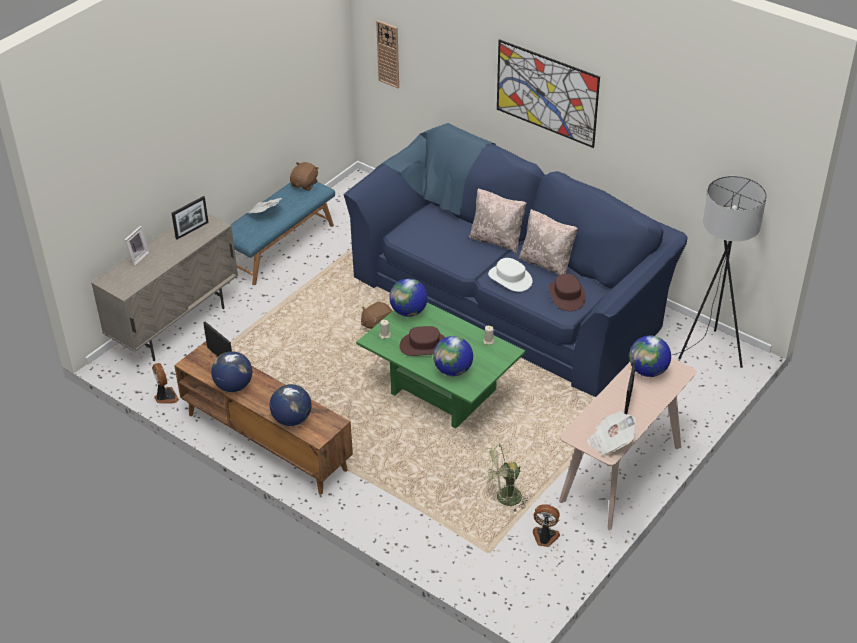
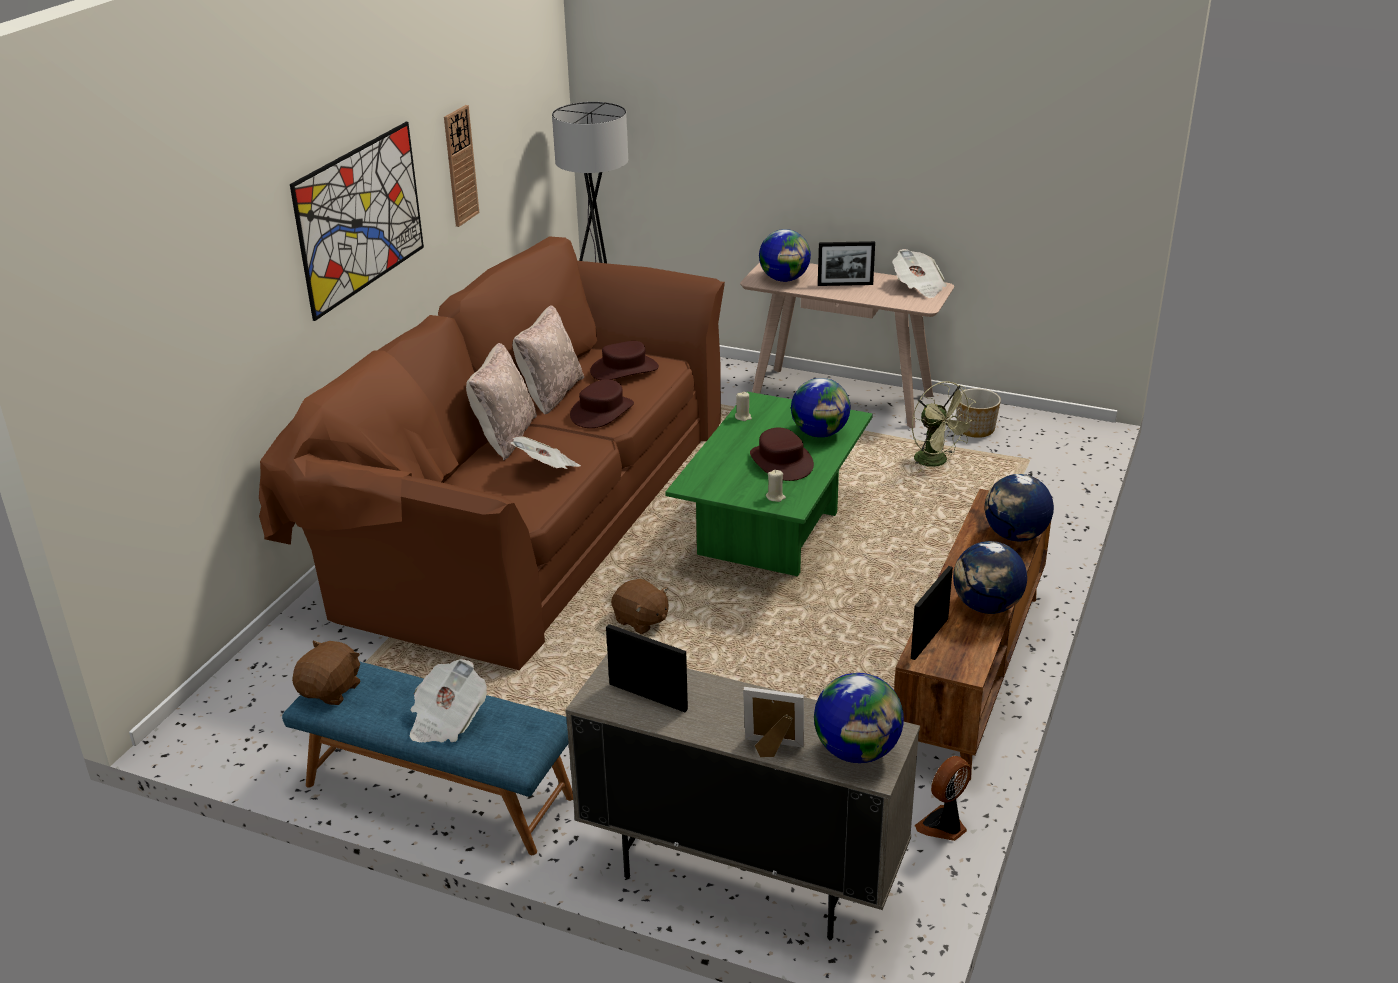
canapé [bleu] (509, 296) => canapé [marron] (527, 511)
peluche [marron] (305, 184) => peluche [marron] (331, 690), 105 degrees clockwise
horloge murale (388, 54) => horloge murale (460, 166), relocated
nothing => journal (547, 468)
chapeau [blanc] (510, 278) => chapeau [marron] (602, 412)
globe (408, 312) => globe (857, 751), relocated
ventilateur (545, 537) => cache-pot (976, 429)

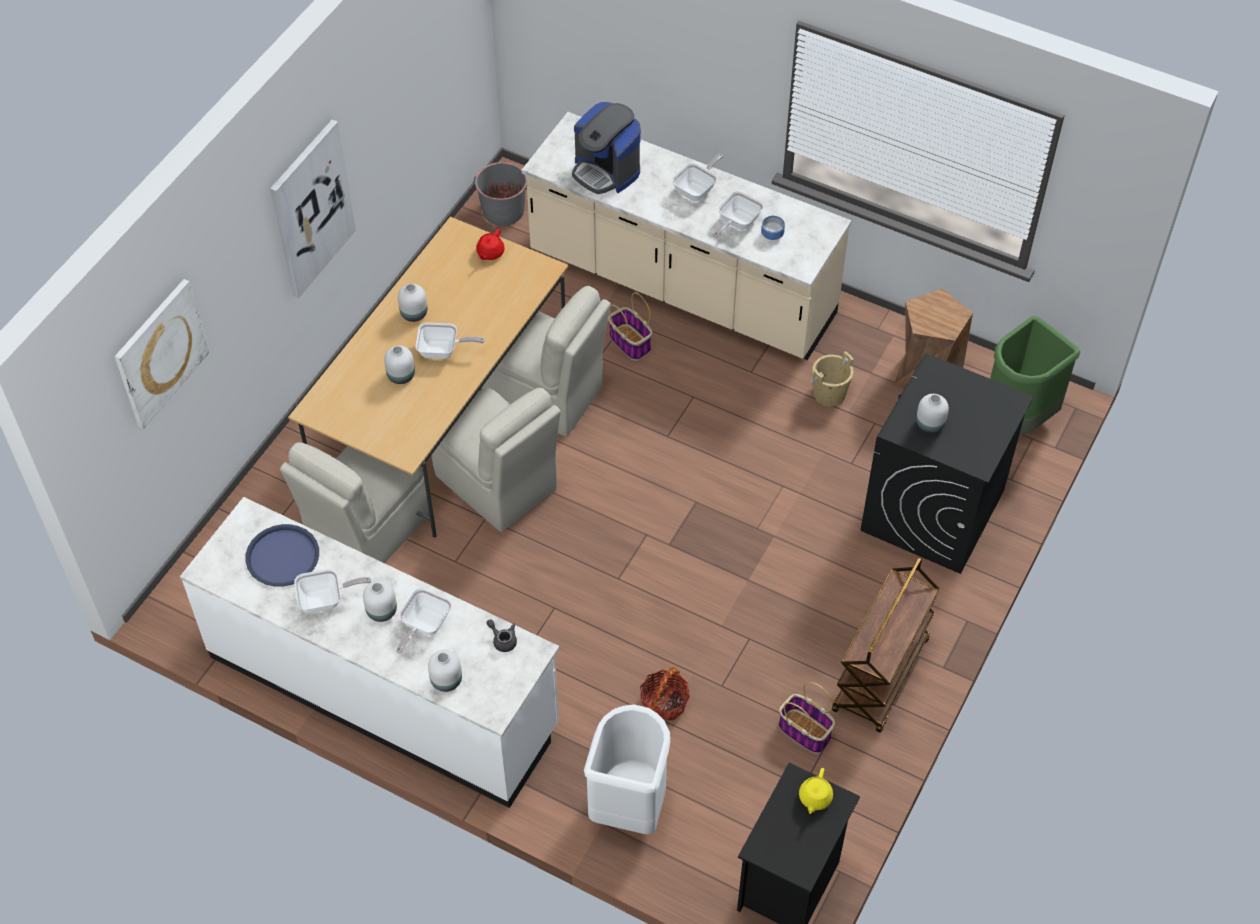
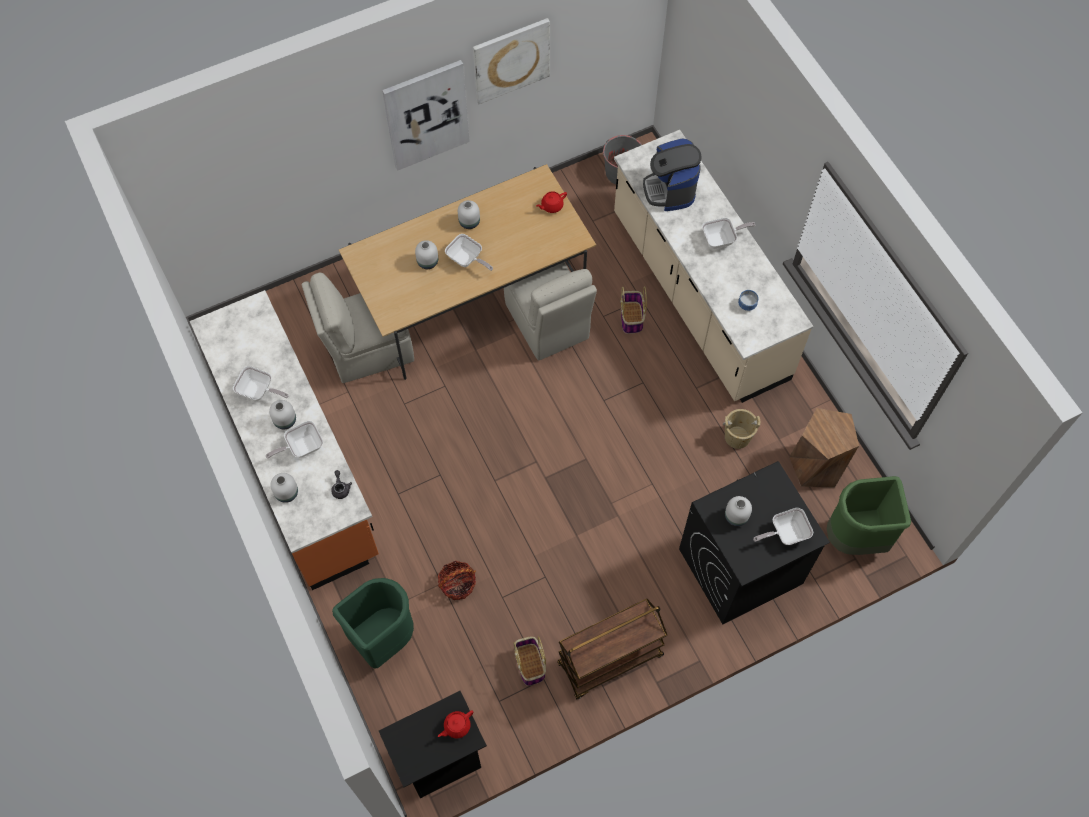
comptoir de cuisine [blanc] (384, 691) => comptoir de cuisine [orange] (298, 463)
poubelle [blanc] (628, 806) => poubelle [vert] (382, 638)
théière [jaune] (814, 798) => théière [rouge] (456, 726)
tableau (160, 353) => tableau (511, 60), relocated
poêle (736, 223) => poêle (785, 533), relocated
plateau [bleu] (283, 556) => nothing
chaise [beige] (498, 484) => nothing

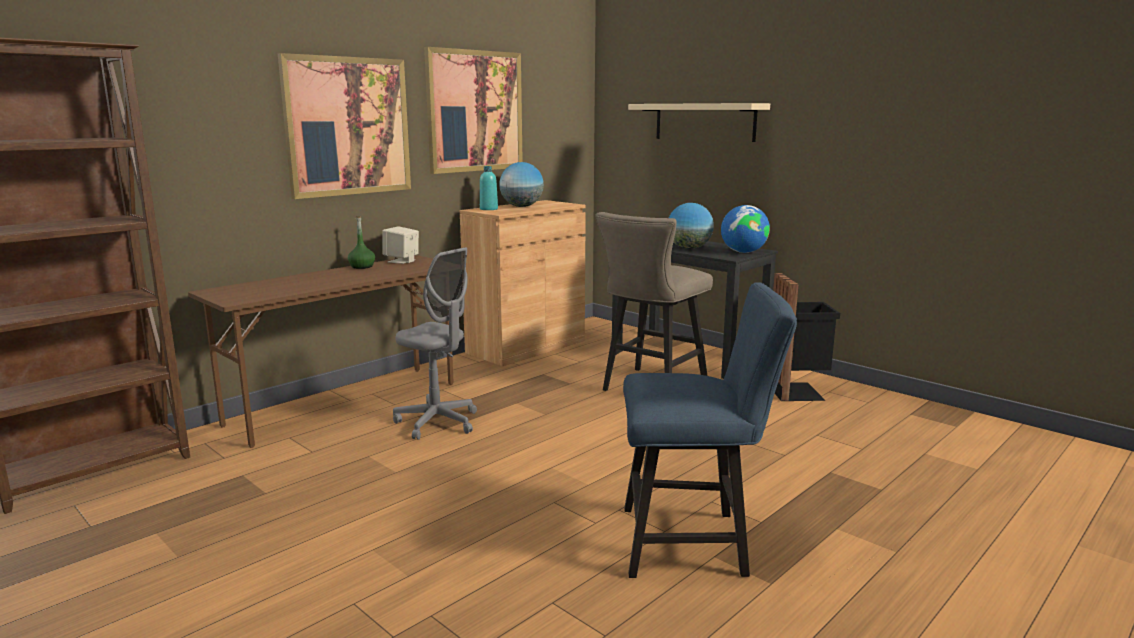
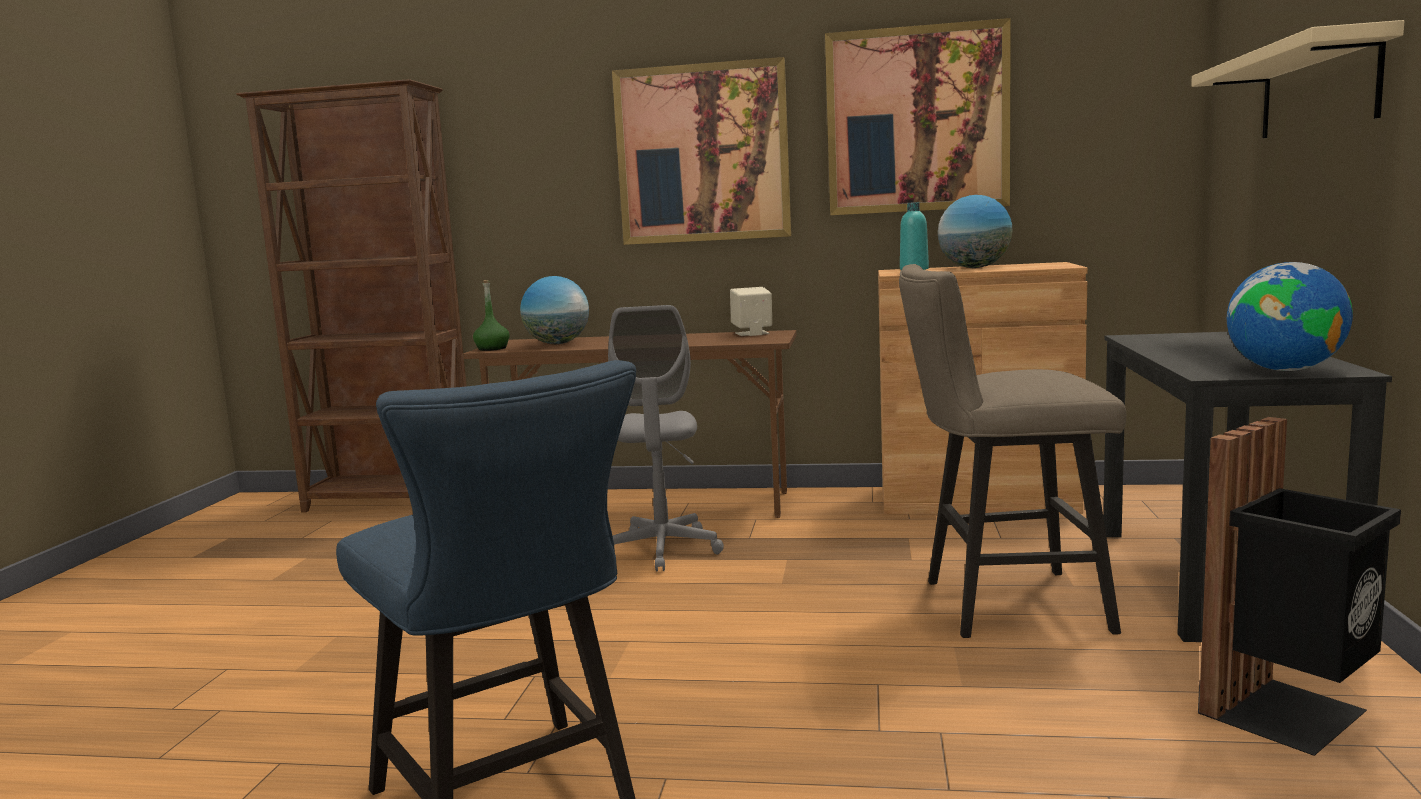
bouteille [vert] (362, 266) => bouteille [vert] (492, 349), relocated
globe (689, 248) => globe (557, 344), relocated

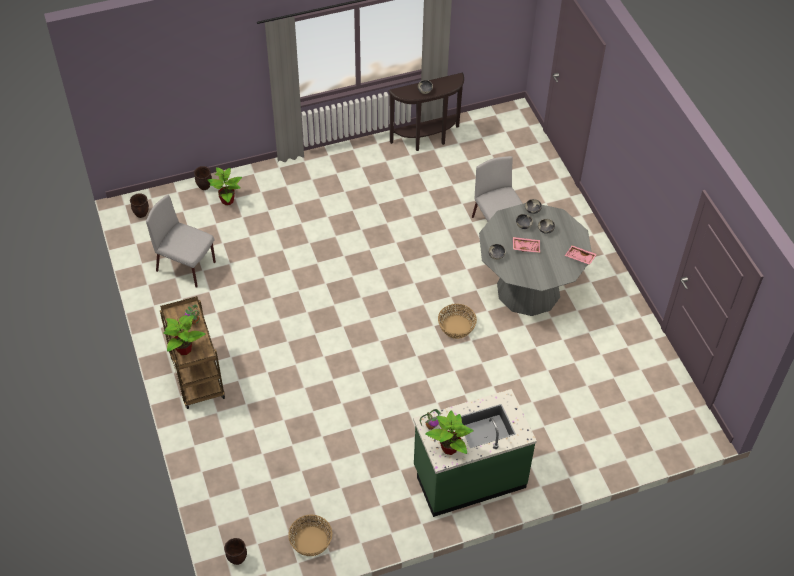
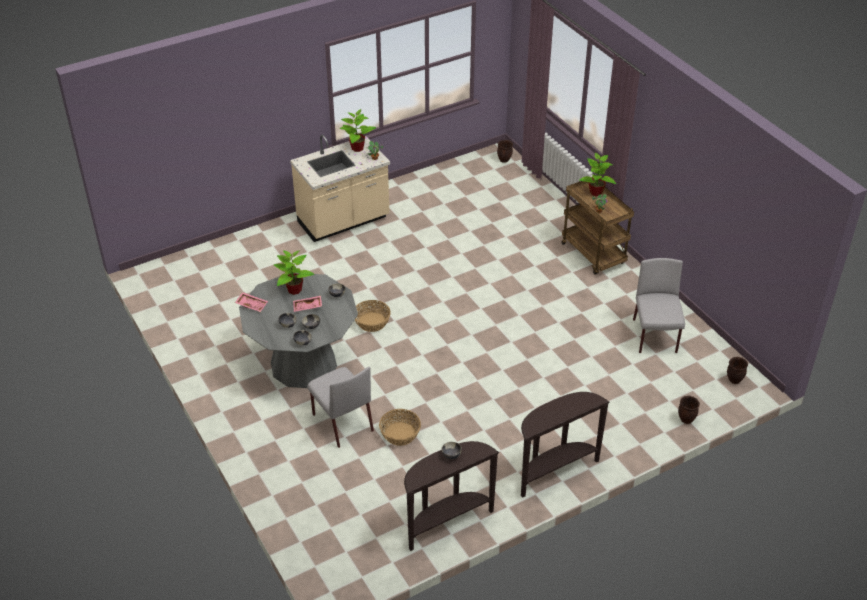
plante en pot (228, 201) => plante en pot (294, 290), relocated
comptoir de cuisine [vert] (469, 477) => comptoir de cuisine [beige] (344, 221)
panier (310, 541) => panier (400, 433), relocated
nothing => table console [marron] (554, 471)
chaise [gris] (187, 267) => chaise [gris] (655, 337), 105 degrees counterclockwise

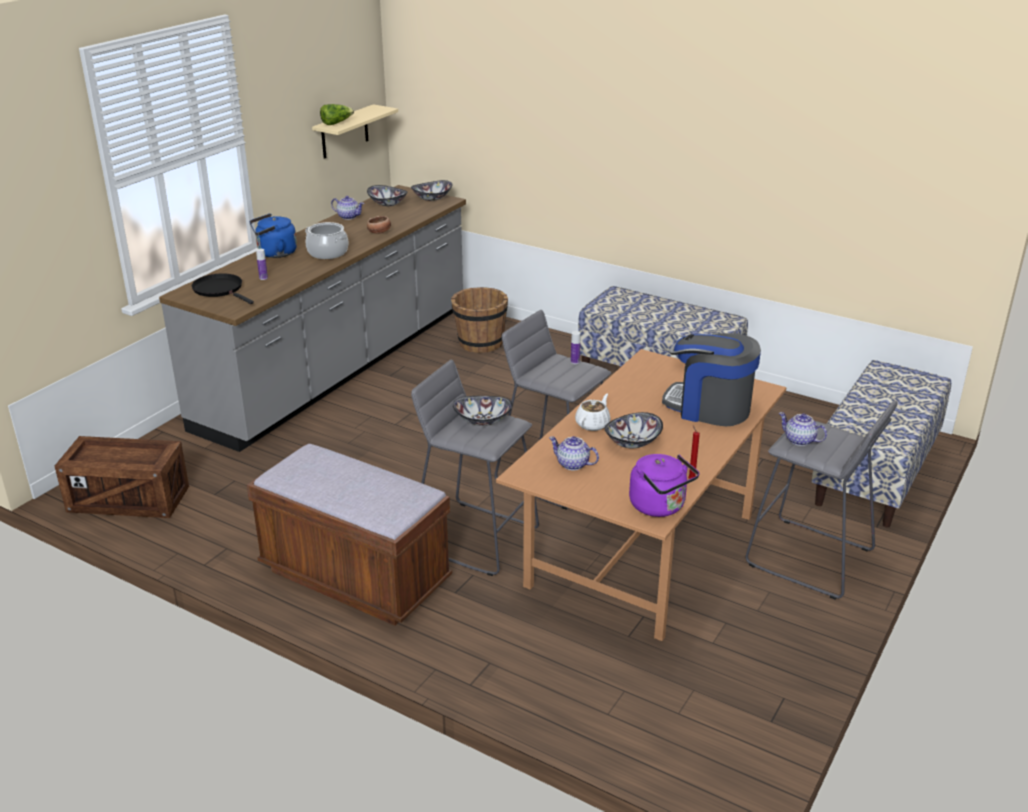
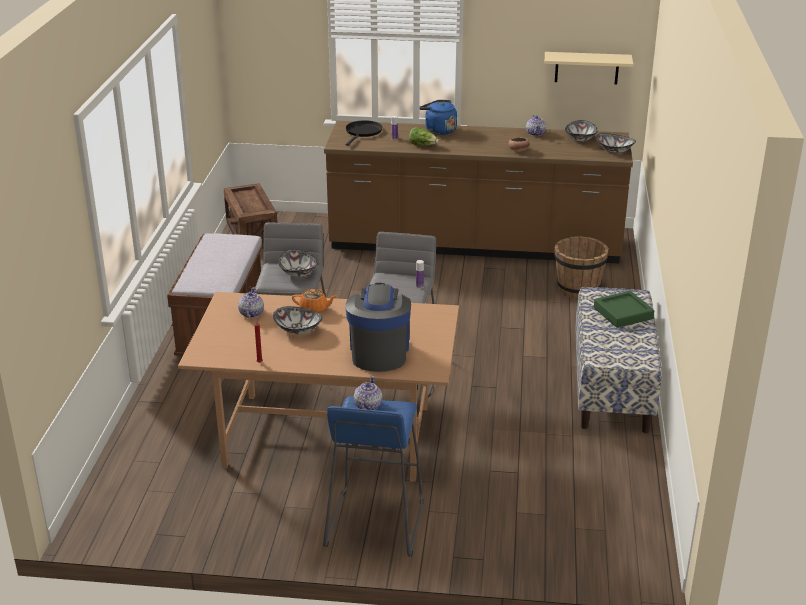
théière [blanc] (593, 424) => théière [orange] (314, 309)
tabouret [gris] (810, 559) => tabouret [bleu] (374, 524)
comptoir de cuisine [gris] (339, 368) => comptoir de cuisine [marron] (474, 246)
laitue (336, 123) => laitue (423, 145), relocated
nothing => plateau [vert] (623, 313)
marmite (327, 253) => nothing
bouilloire [violet] (660, 507) => nothing
banc (875, 475) => nothing

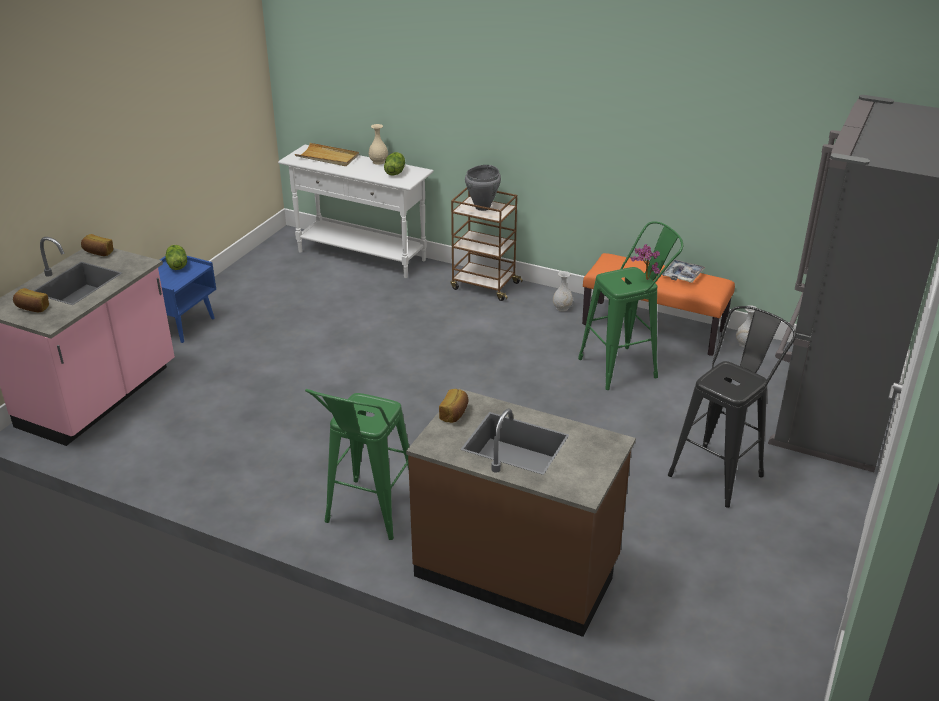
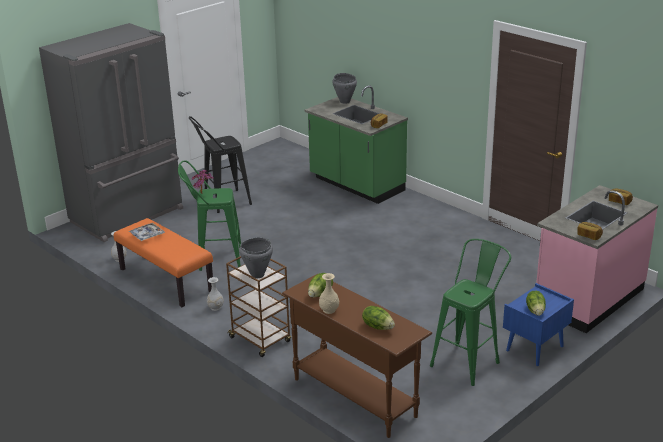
table console [blanc] (361, 256) => table console [marron] (354, 397)
comptoir de cuisine [marron] (517, 570) => comptoir de cuisine [vert] (356, 185)
nothing => marmite [gris] (345, 101)
plateau [beige] (328, 157) => laitue (378, 326)
tabouret [vert] (367, 516) => tabouret [vert] (469, 361), relocated

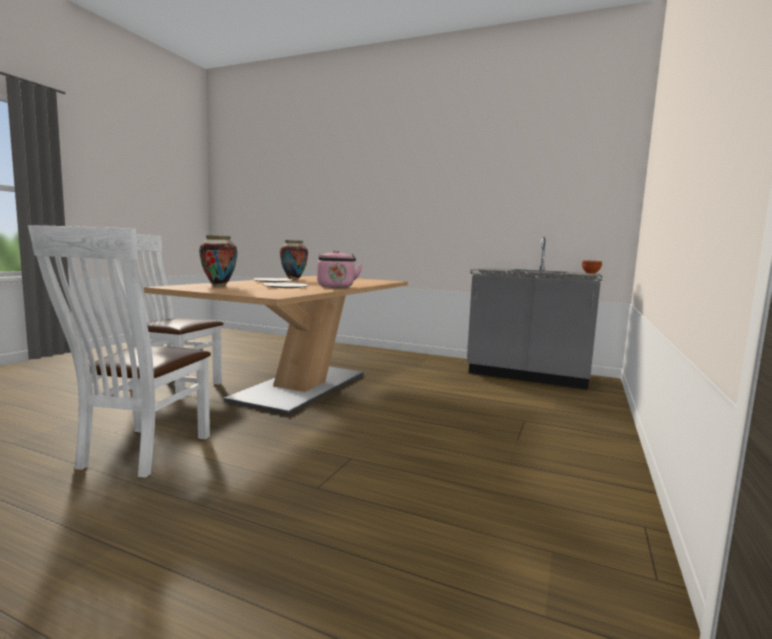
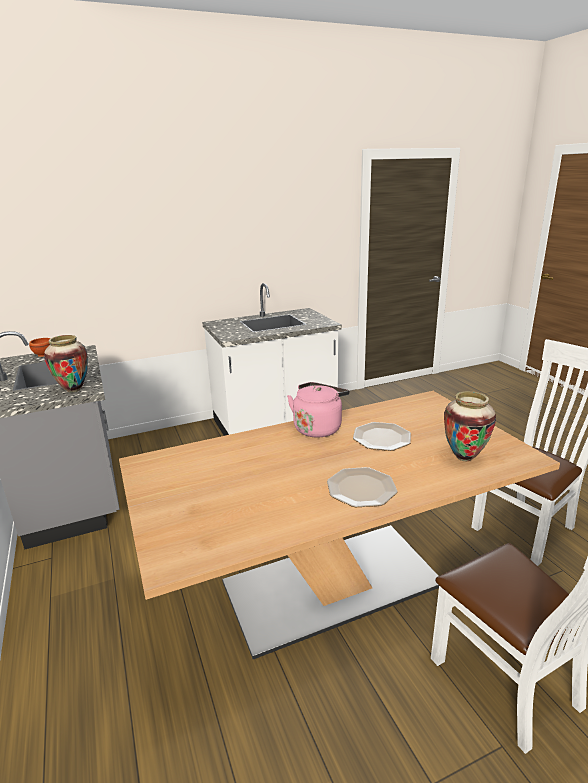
vase (293, 279) => vase (74, 390), relocated
nothing => comptoir de cuisine [blanc] (275, 422)

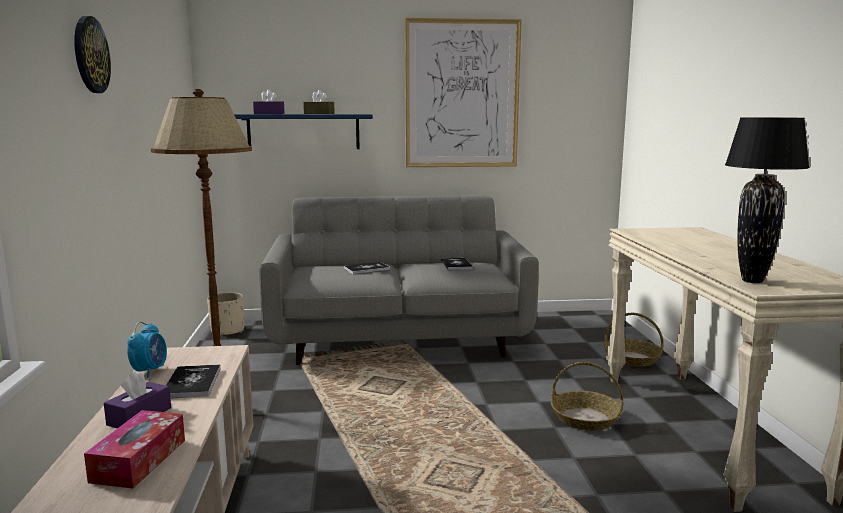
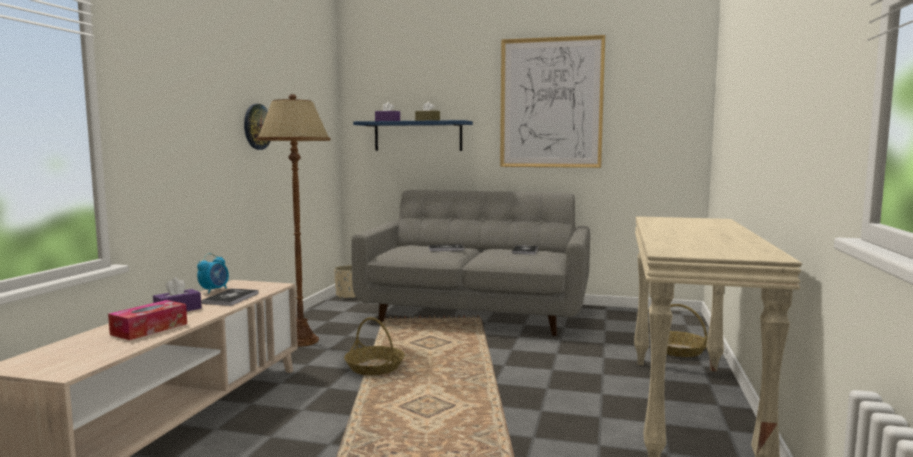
horloge murale (90, 55) => horloge murale (257, 126), relocated
panier (585, 418) => panier (375, 367), relocated
lampe de table [noir] (752, 281) => nothing

